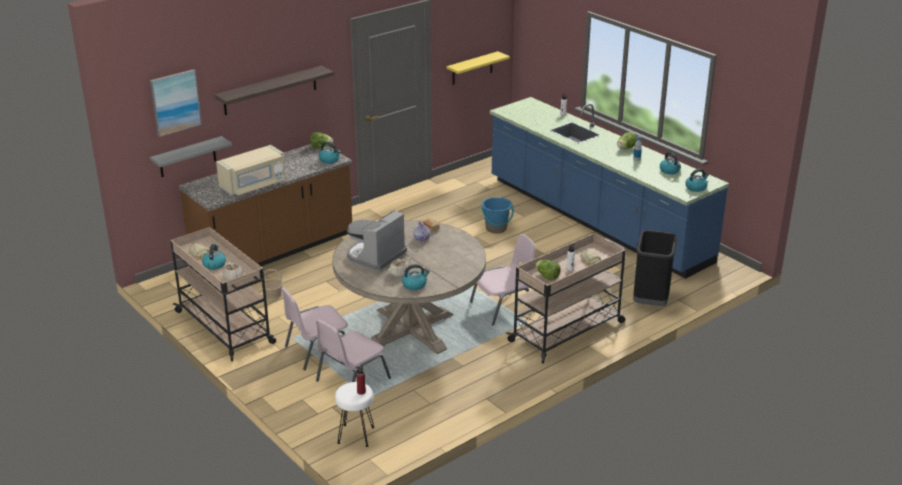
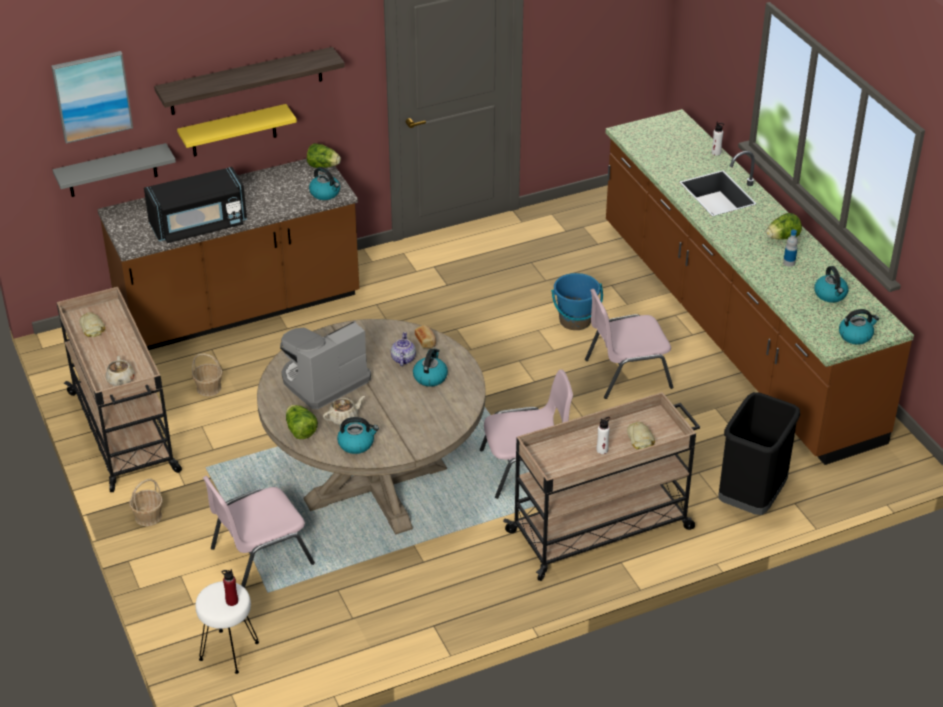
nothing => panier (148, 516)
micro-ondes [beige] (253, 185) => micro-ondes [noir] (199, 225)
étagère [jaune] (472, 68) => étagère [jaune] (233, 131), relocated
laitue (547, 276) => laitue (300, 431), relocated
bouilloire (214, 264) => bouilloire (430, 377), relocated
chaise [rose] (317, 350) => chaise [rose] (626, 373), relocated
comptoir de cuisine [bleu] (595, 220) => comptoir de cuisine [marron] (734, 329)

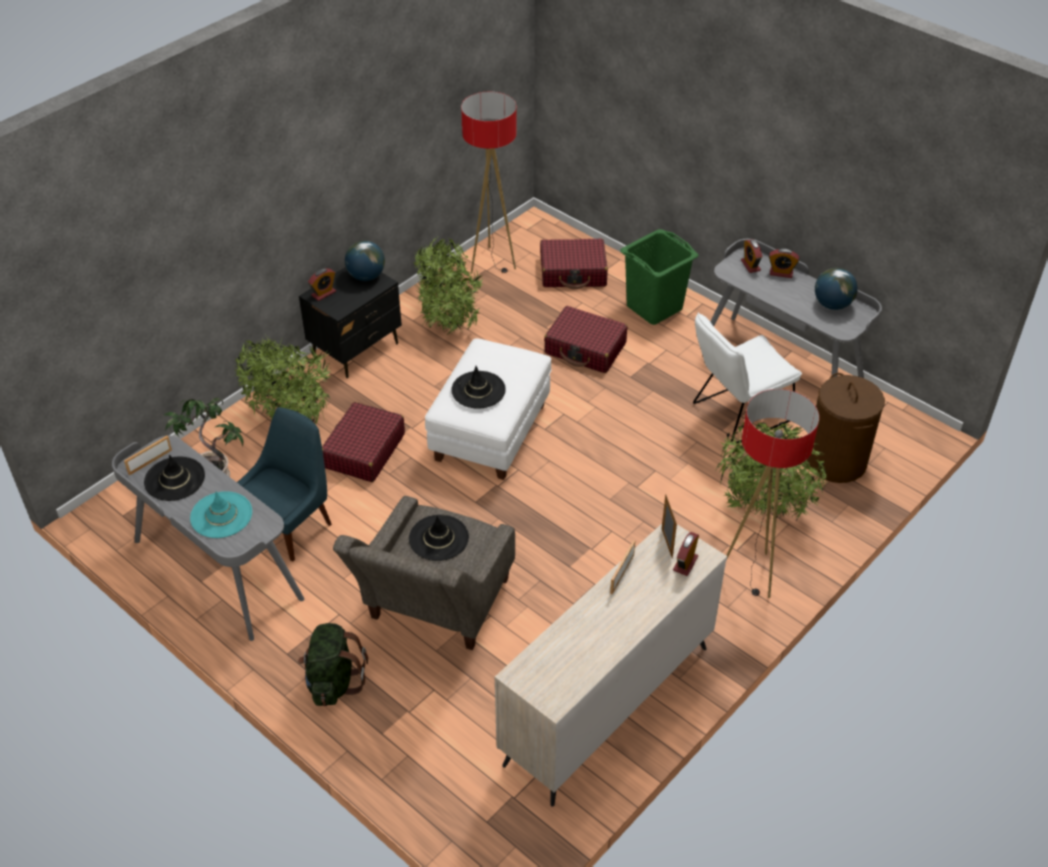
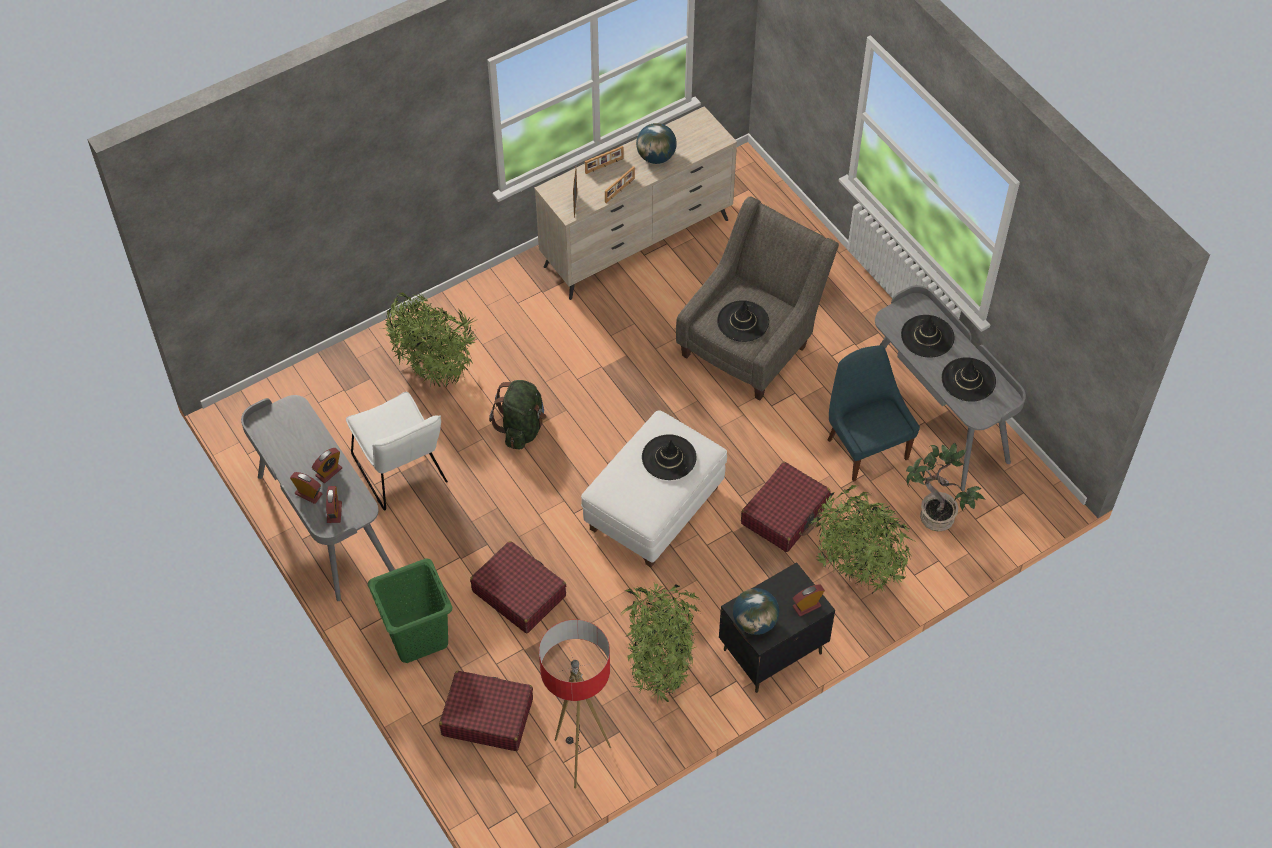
réveil (685, 563) => réveil (329, 472), relocated
chaise [blanc] (737, 414) => chaise [blanc] (402, 474), 75 degrees clockwise
sac à dos [vert] (333, 681) => sac à dos [vert] (522, 428), relocated
cadre photo (149, 461) => cadre photo (604, 166), relocated
globe (832, 305) => globe (656, 157), relocated
chaise [bleu] (290, 526) => chaise [bleu] (865, 447), 105 degrees clockwise
chapeau [turquoise] (221, 515) => chapeau [noir] (927, 336)
lampadaire (751, 575) => nothing
panier à linge [marron] (836, 461) => nothing

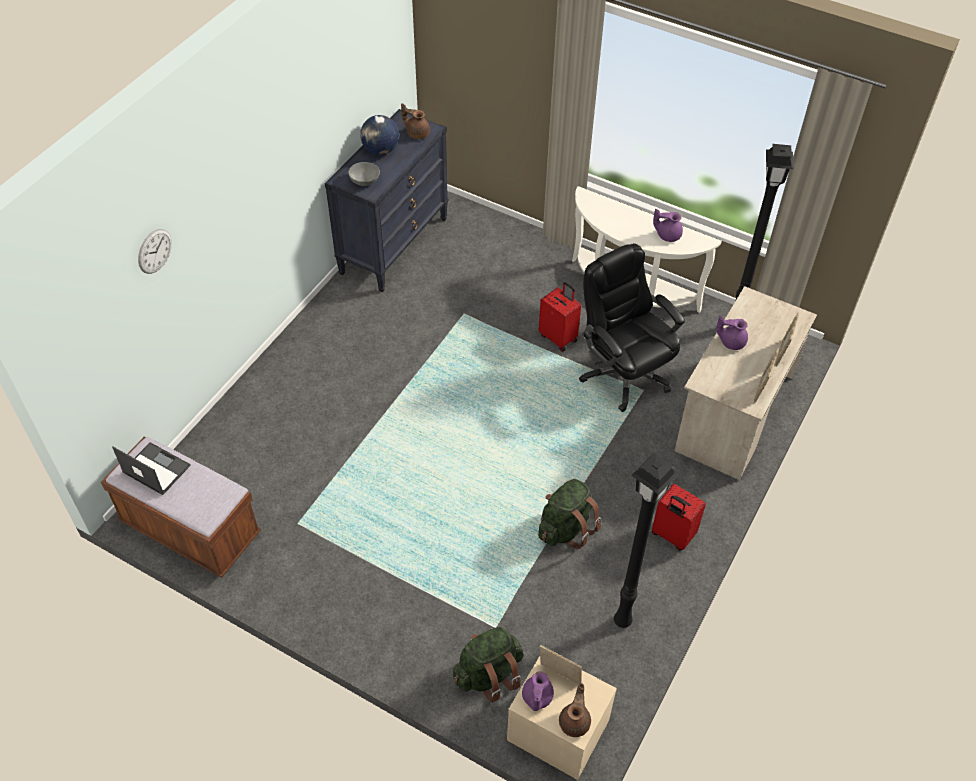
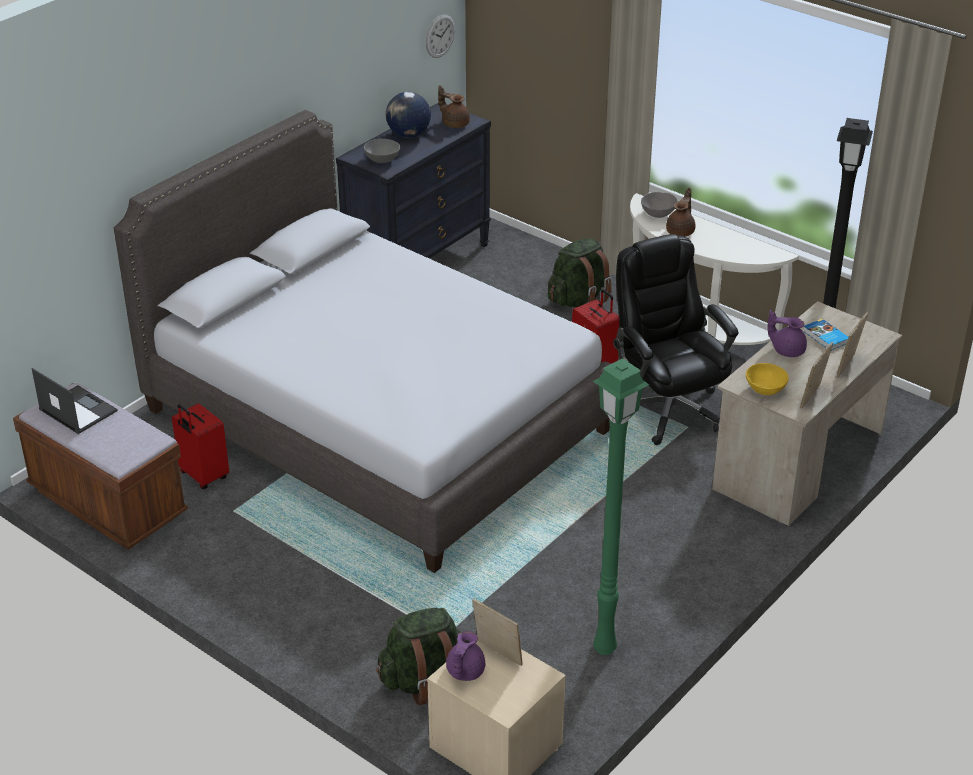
nothing => lit [gris] (376, 421)
valise [rouge] (672, 535) => valise [rouge] (203, 476), relocated
horloge murale (154, 251) => horloge murale (440, 36), relocated
sac à dos [vert] (566, 528) => sac à dos [vert] (578, 300), relocated
lampadaire [noir] (622, 622) => lampadaire [vert] (604, 650)
nothing => bol [gris] (658, 213)
théière [marron] (575, 721) => théière [marron] (681, 231), relocated
nothing => bol [jaune] (765, 389)
nothing => livre (825, 337)
théière [violet] (667, 235) => nothing

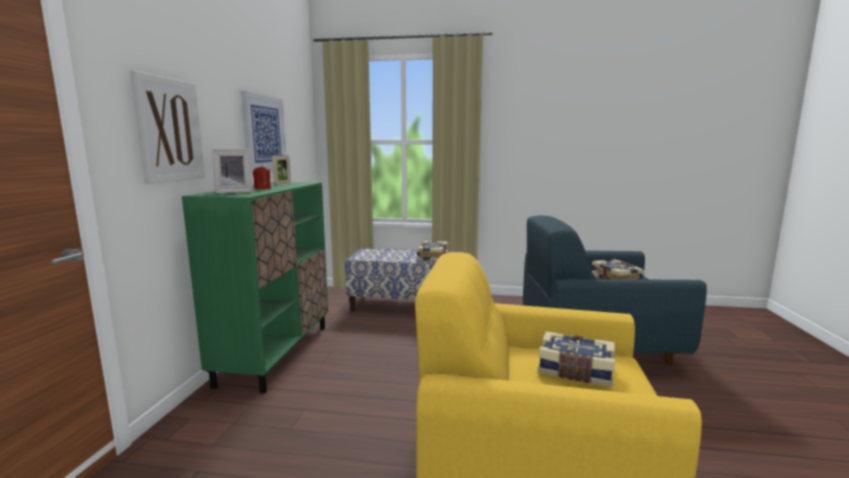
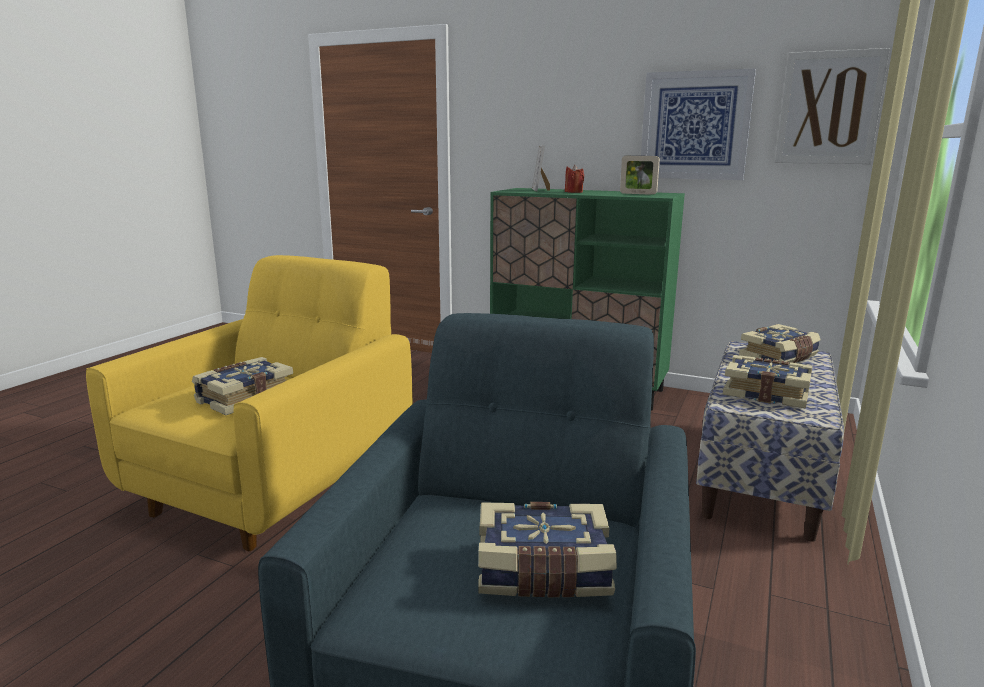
nothing => livre (779, 357)
tableau (170, 130) => tableau (829, 108), relocated

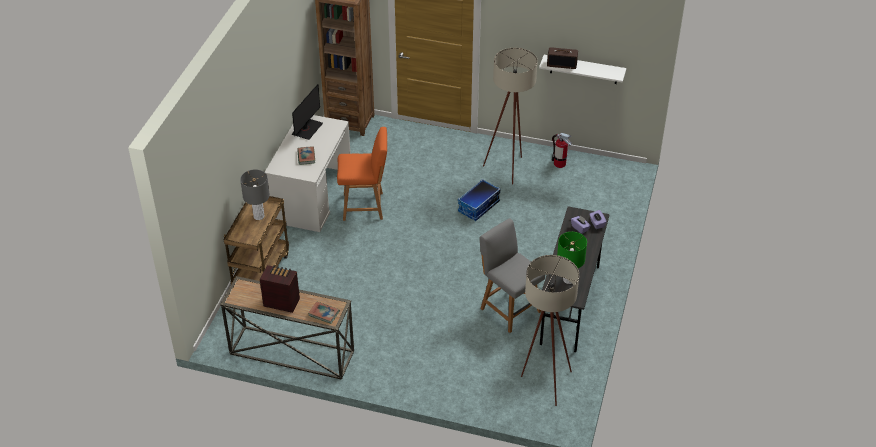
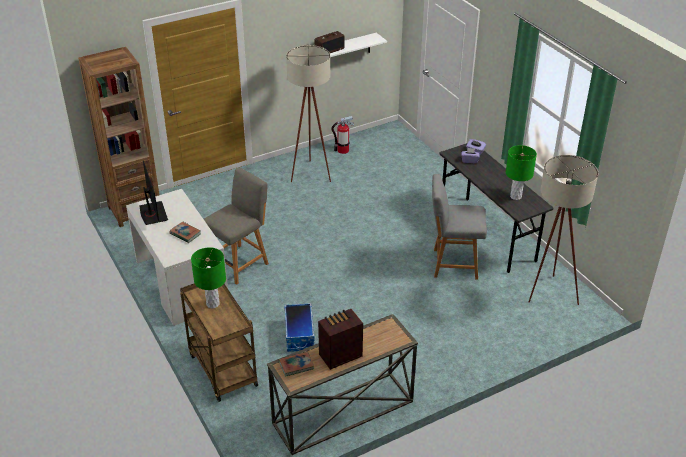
lampe de table [gris] (259, 216) => lampe de table [vert] (213, 304)
chaise [orange] (365, 206) => chaise [gris] (240, 263)
livre (324, 314) => livre (296, 365), relocated
boîte de rangement (479, 207) => boîte de rangement (300, 335), relocated

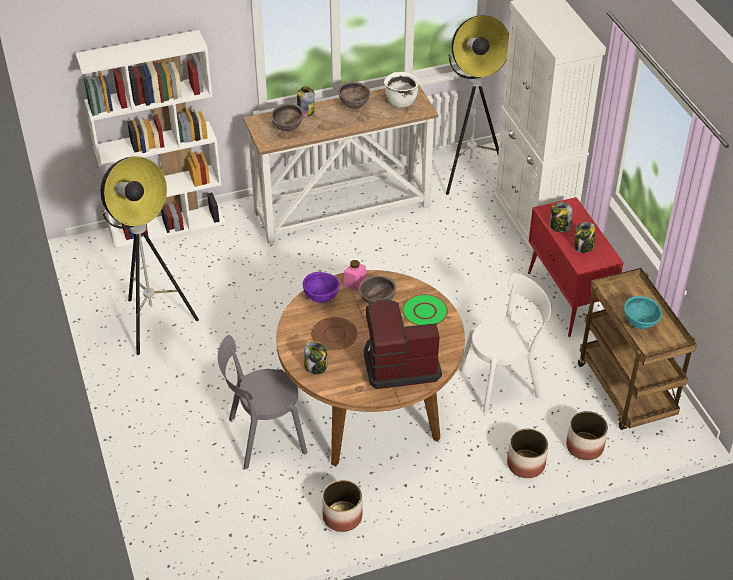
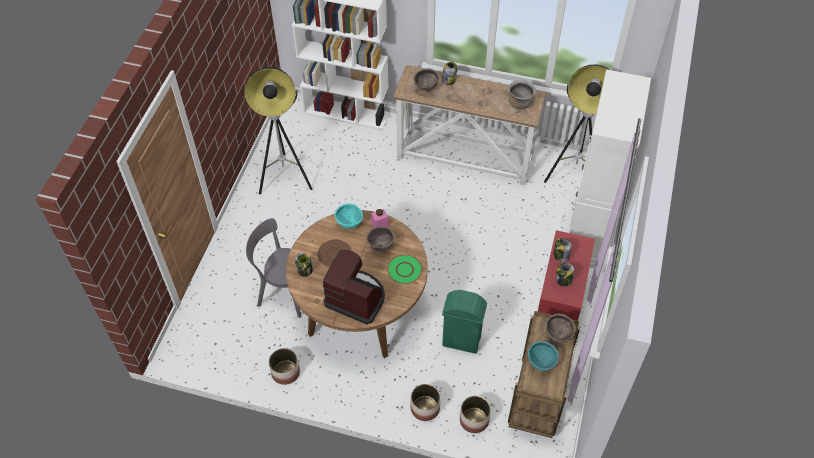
bol [violet] (321, 298) => bol [turquoise] (349, 223)
chaise [blanc] (503, 381) => poubelle [vert] (462, 341)
marmite [blanc] (401, 102) => marmite [marron] (519, 103)
bol [marron] (354, 106) => bol [marron] (558, 335), relocated

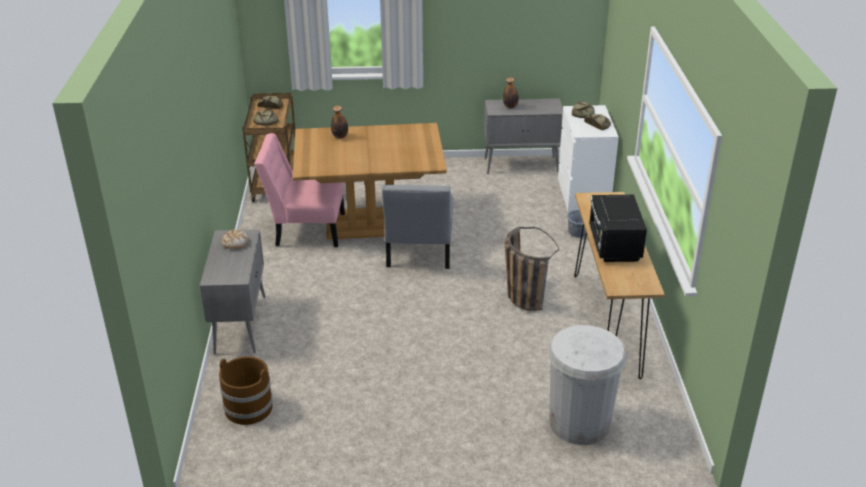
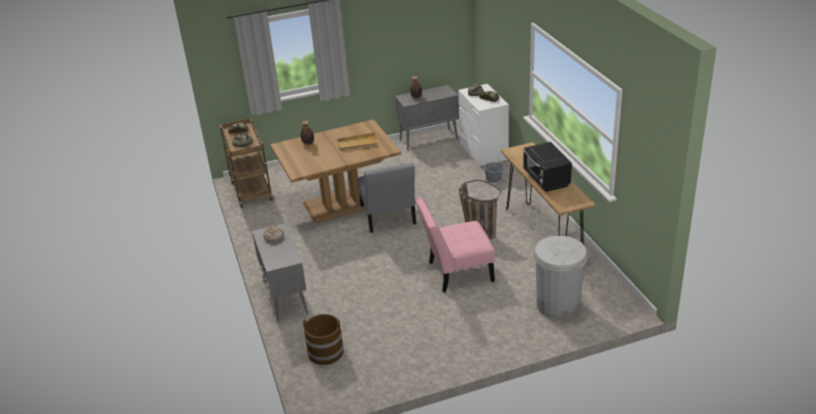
nothing => plateau [beige] (357, 143)
chaise [rose] (305, 230) => chaise [rose] (456, 272), relocated

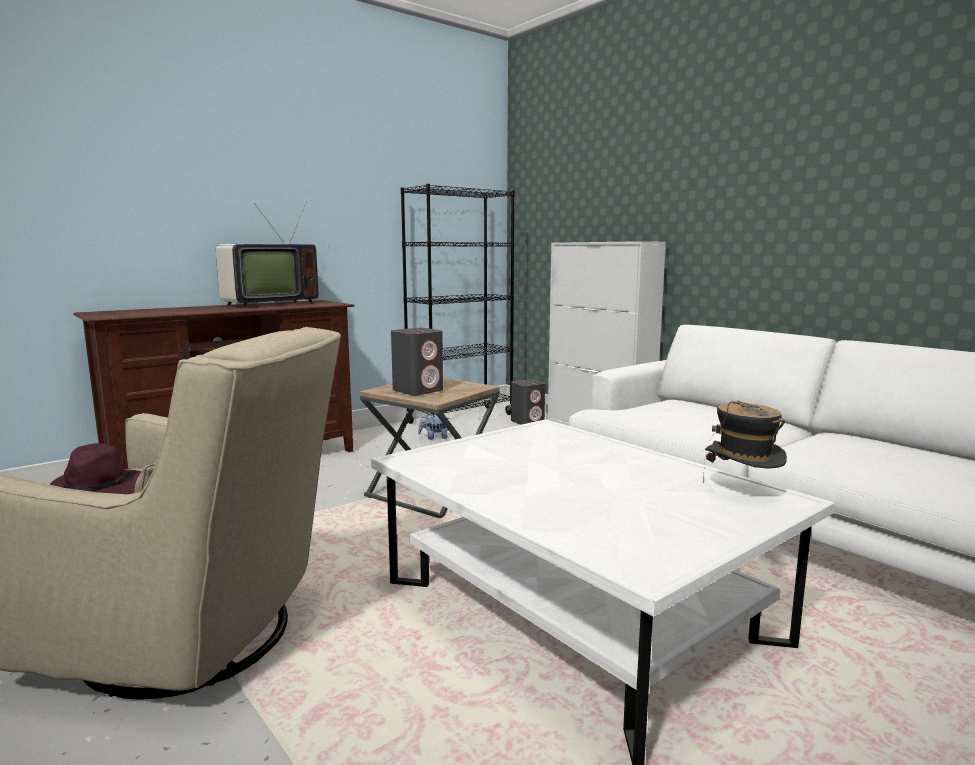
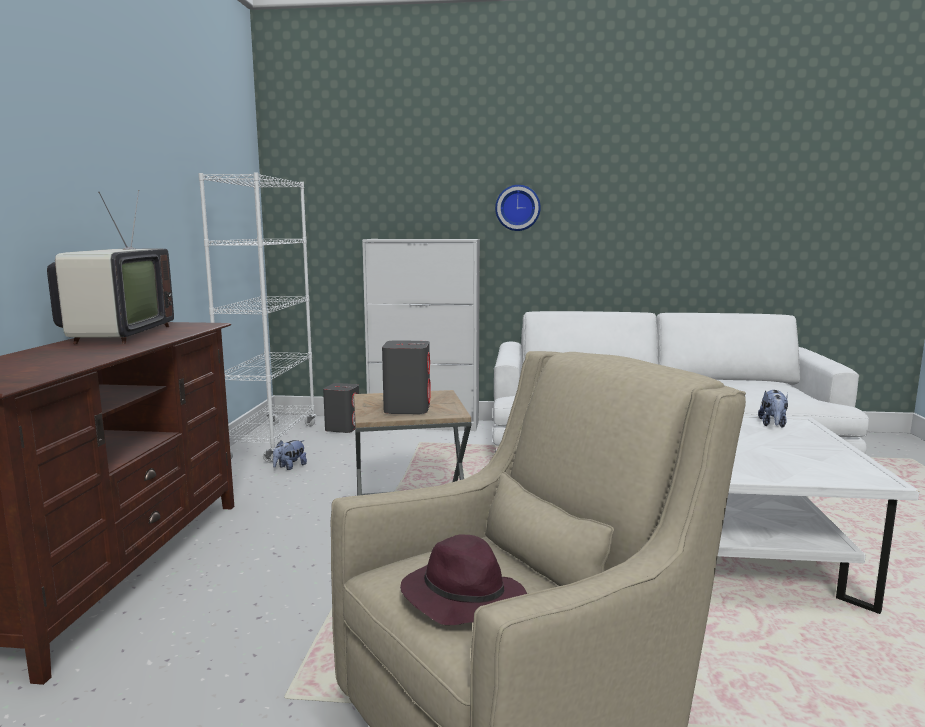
bibliothèque [noir] (461, 419) => bibliothèque [blanc] (271, 442)
nothing => horloge murale (517, 208)
chapeau (741, 492) => peluche (773, 424)

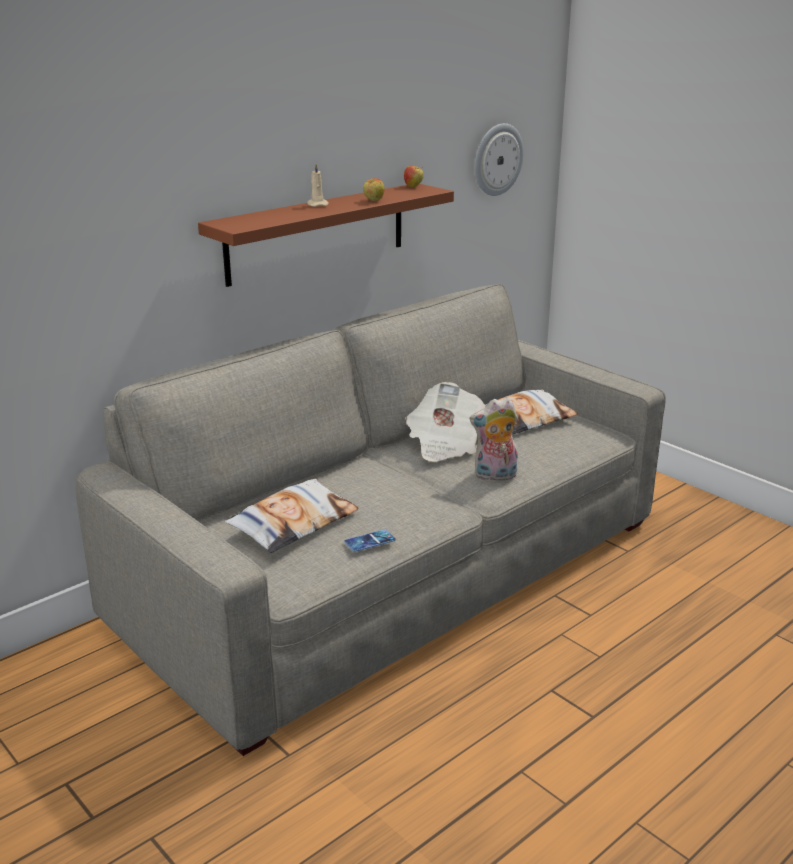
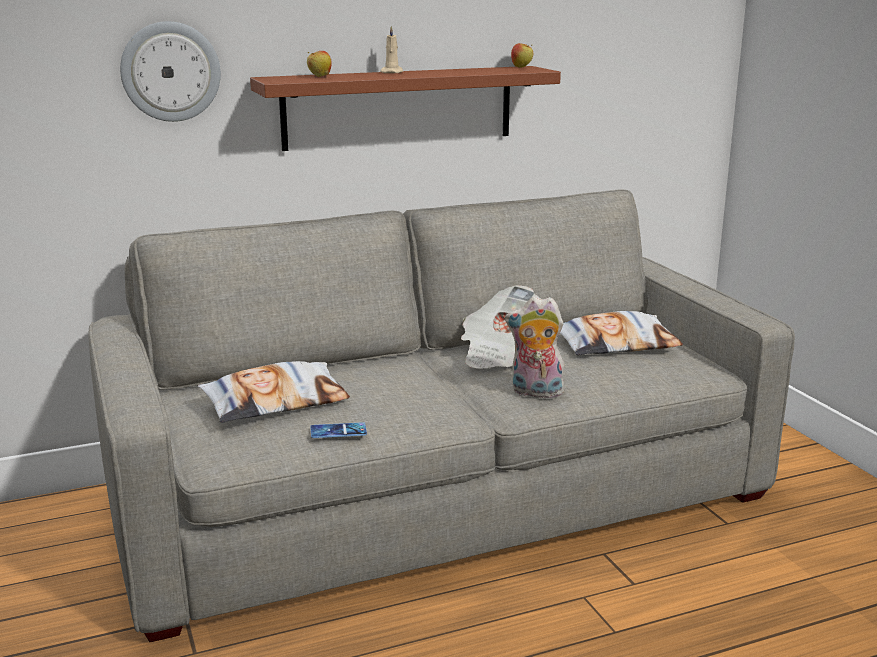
horloge murale (497, 159) => horloge murale (170, 71), relocated
pomme (373, 201) => pomme (319, 76), relocated

